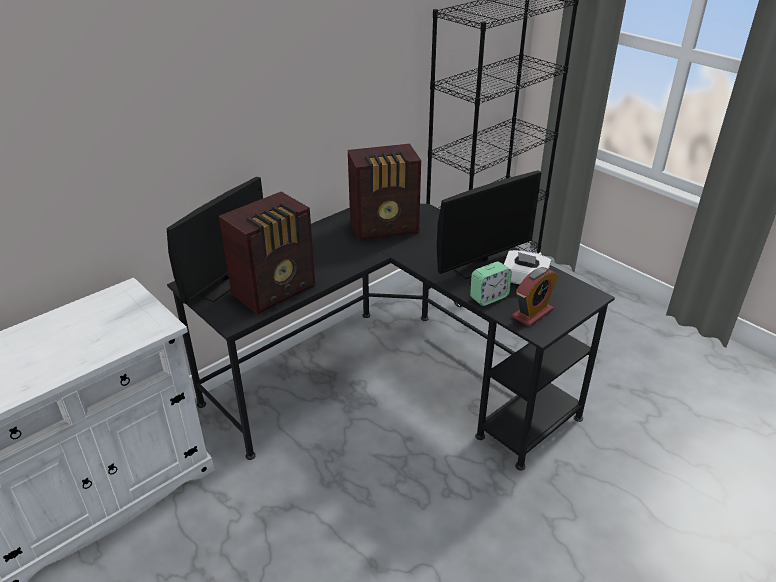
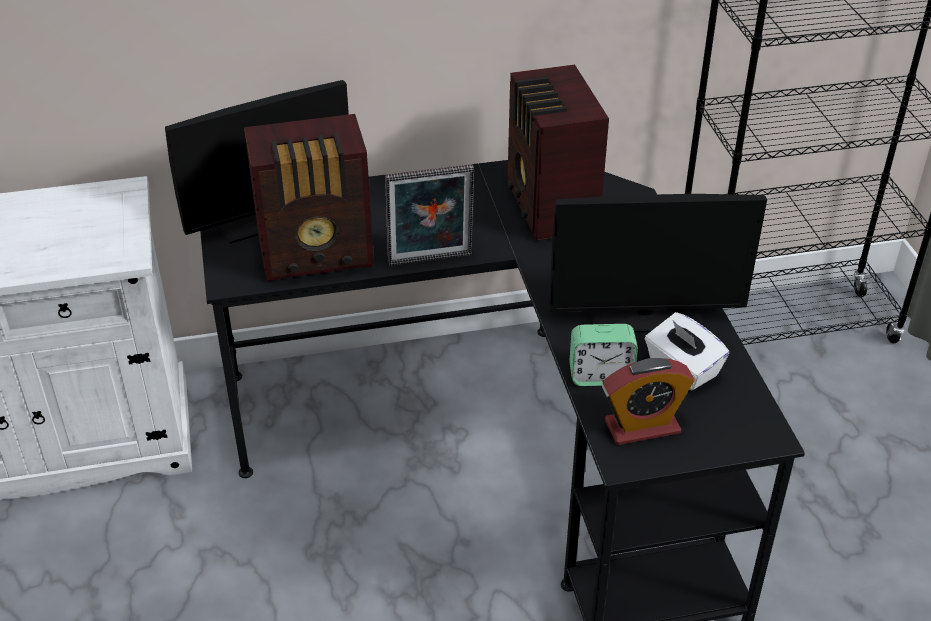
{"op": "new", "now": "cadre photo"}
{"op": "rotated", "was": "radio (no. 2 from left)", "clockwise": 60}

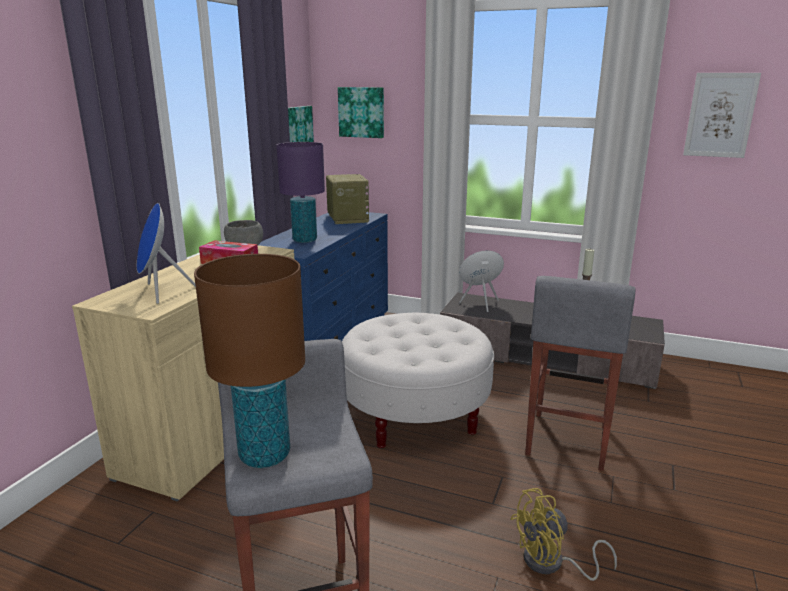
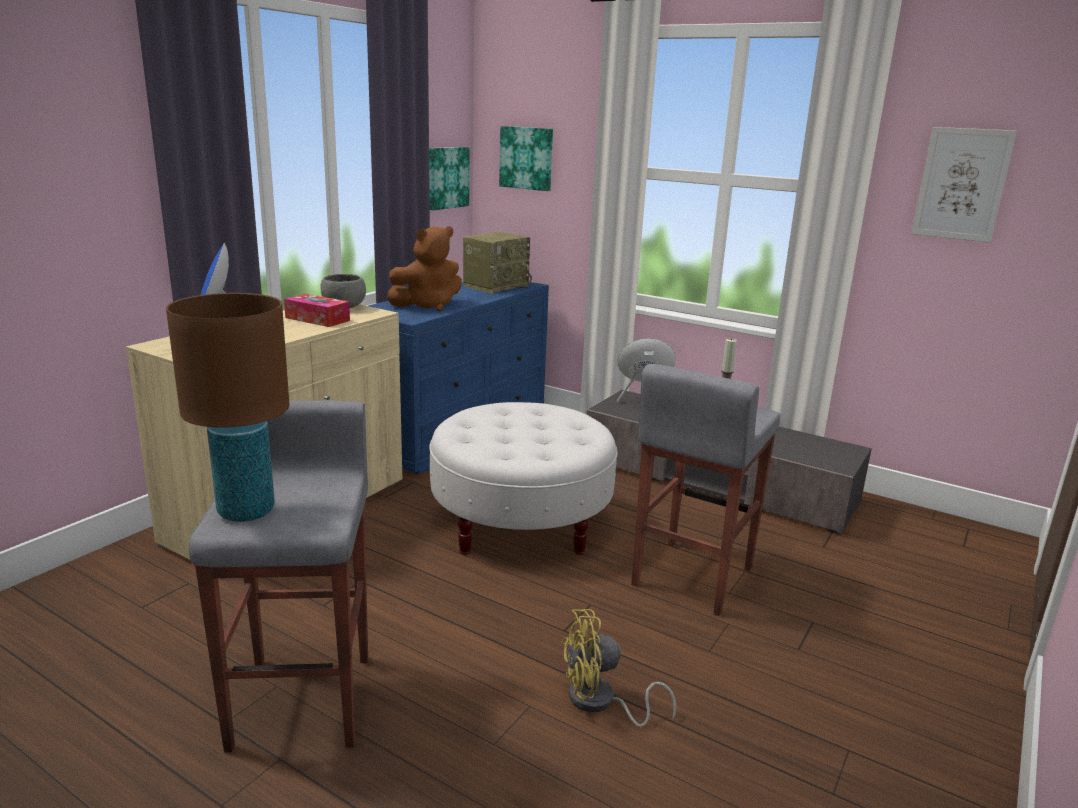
{"op": "swapped", "was": "lampe de table [violet]", "now": "peluche [marron]"}
{"op": "rotated", "was": "radio", "clockwise": 45}

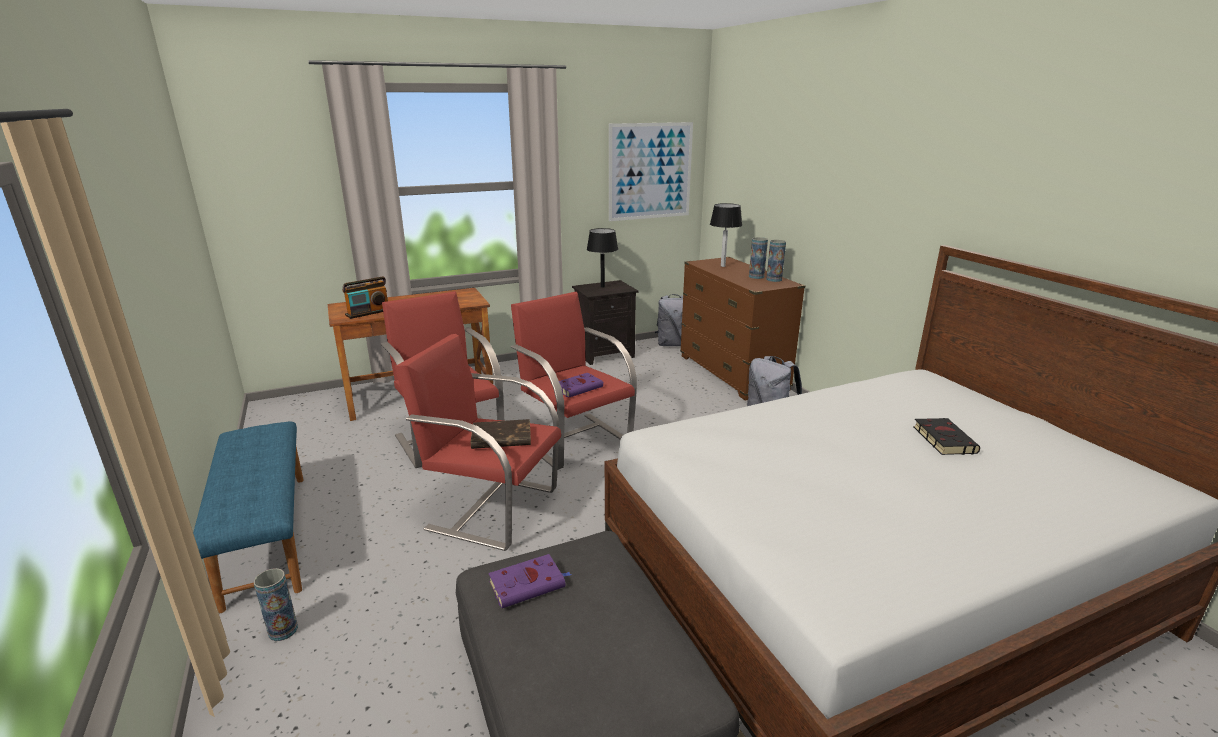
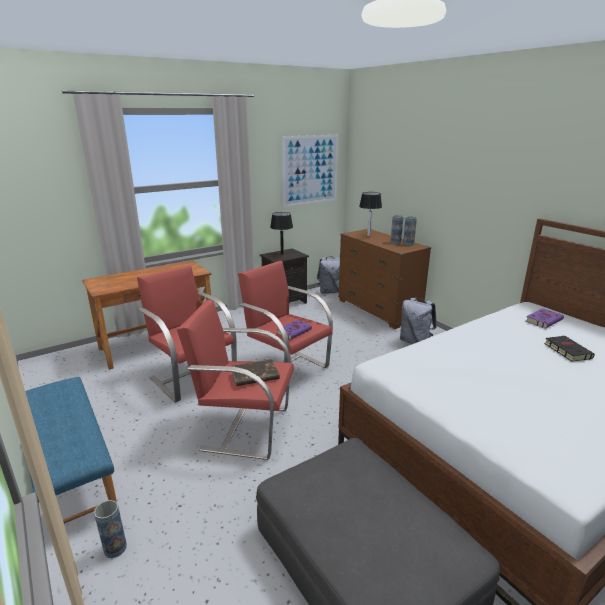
{"op": "shifted", "was": "livre [violet] (no. 1 from left in the first image)", "now": "livre [violet] (no. 2 from left)"}
{"op": "gone", "was": "radio"}

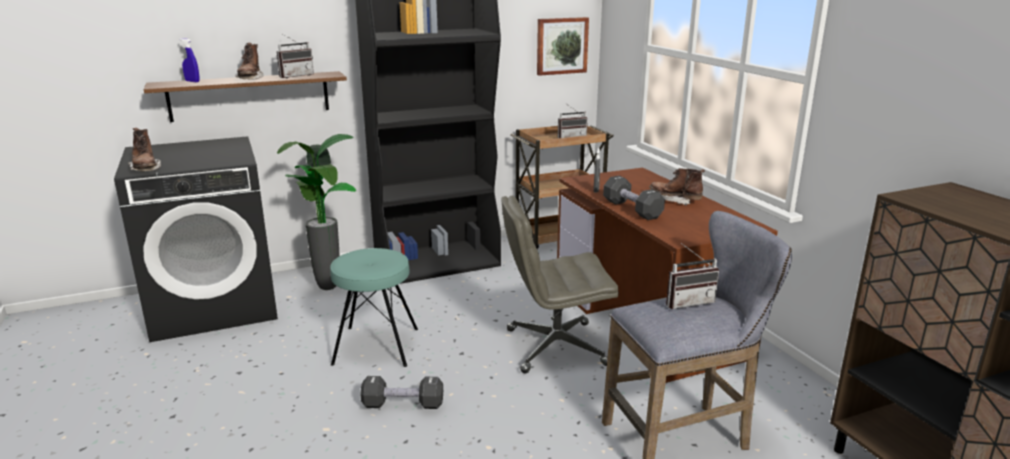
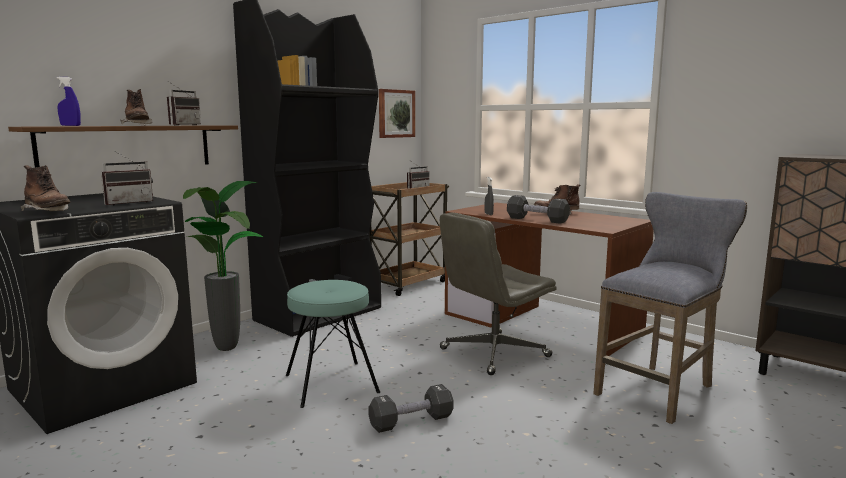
{"op": "shifted", "was": "radio (no. 3 from left in the first image)", "now": "radio (no. 1 from left)"}

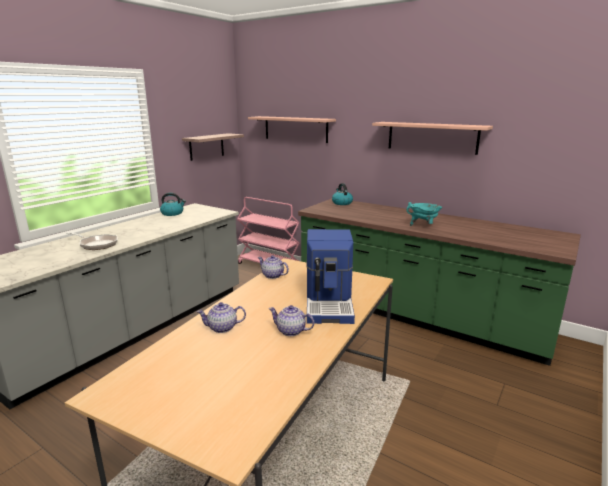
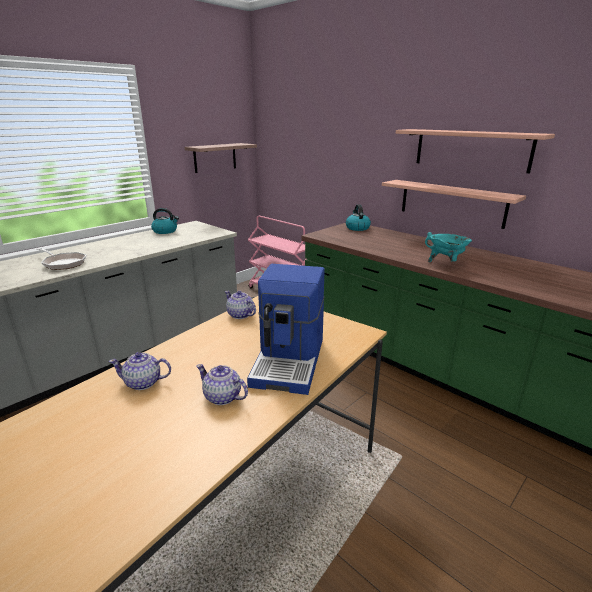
{"op": "shifted", "was": "étagère (no. 2 from left)"}

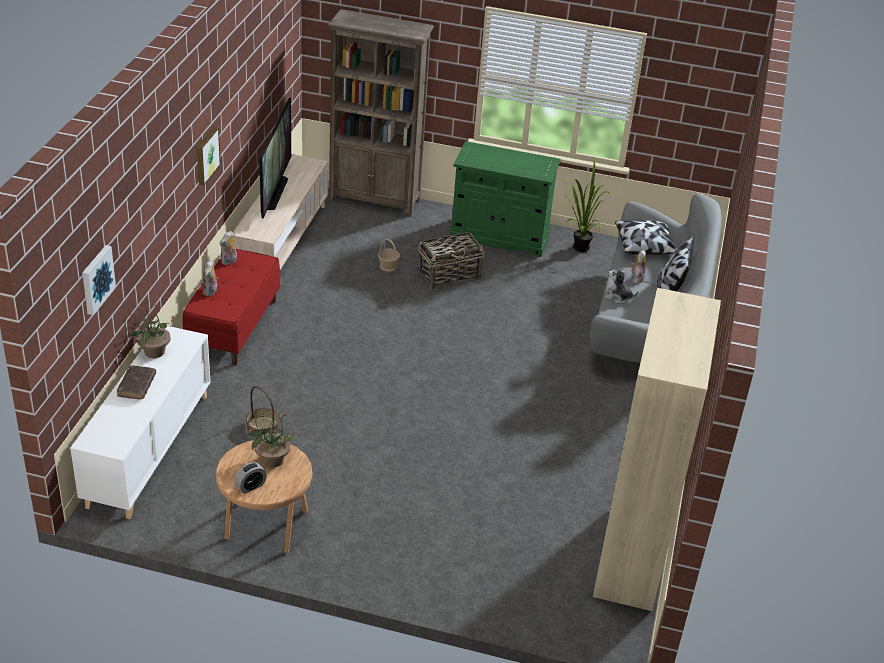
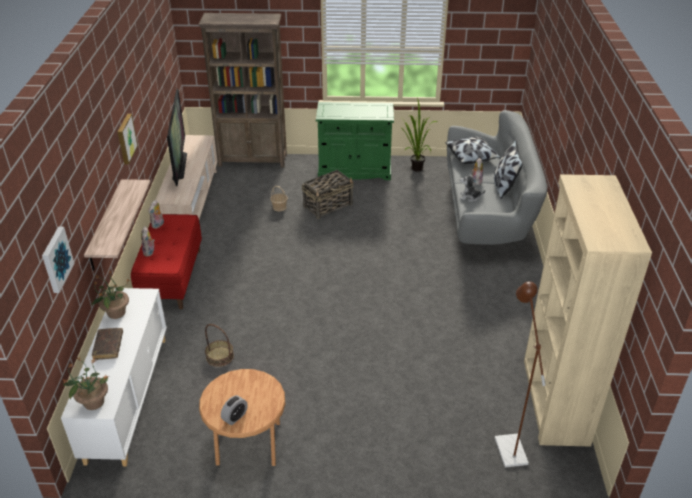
{"op": "shifted", "was": "plante en pot (no. 2 from left in the first image)", "now": "plante en pot (no. 1 from left)"}
{"op": "new", "now": "étagère"}
{"op": "new", "now": "lampadaire [marron]"}

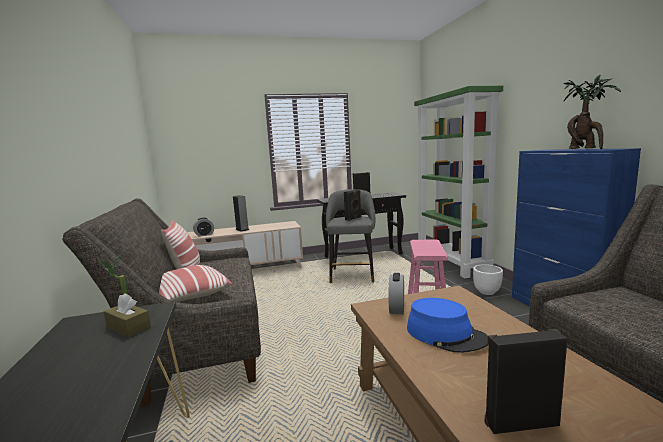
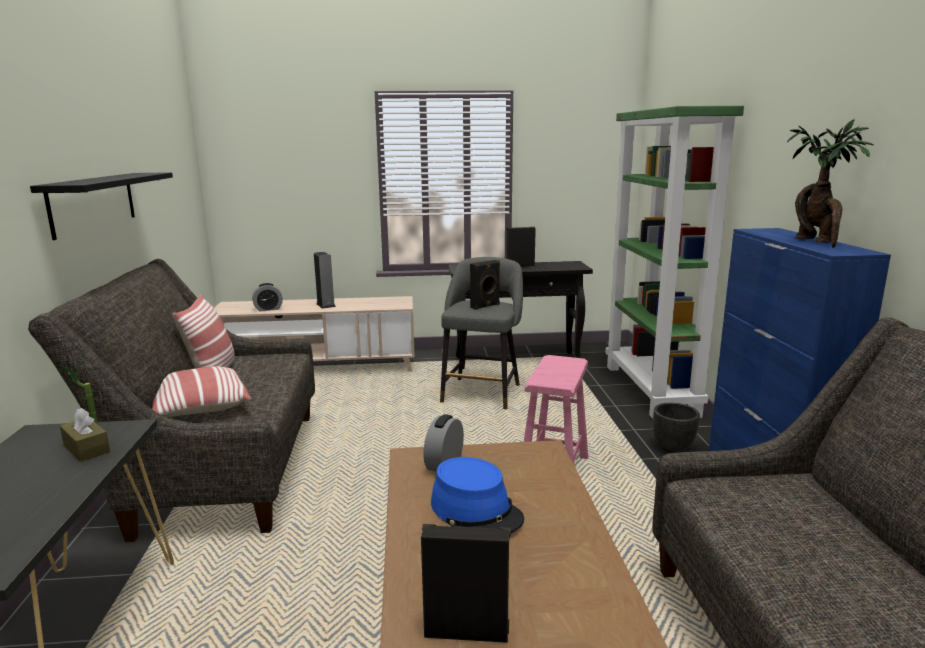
{"op": "new", "now": "étagère [noir]"}
{"op": "repainted", "was": "cache-pot [blanc]", "now": "cache-pot [noir]"}

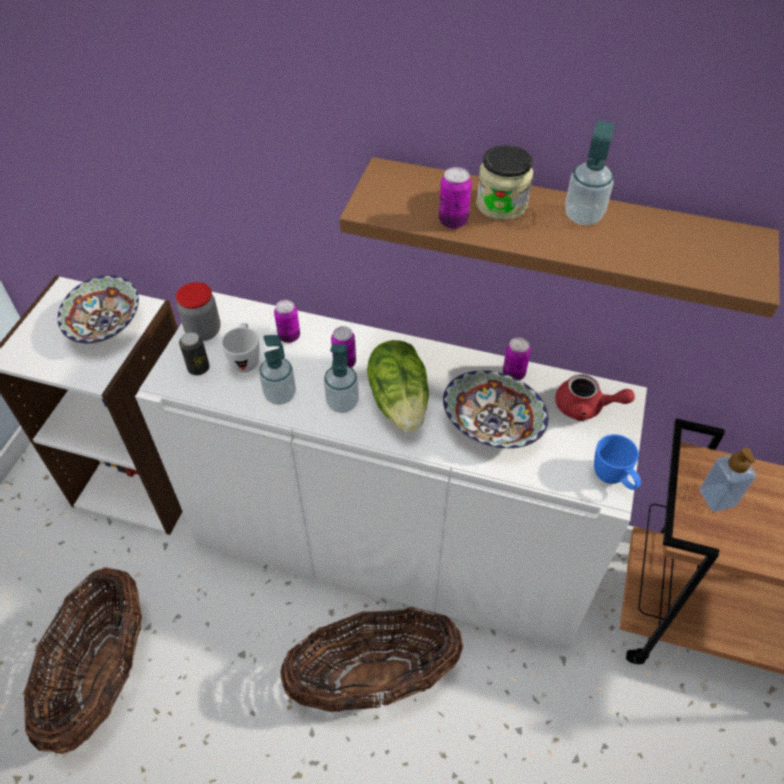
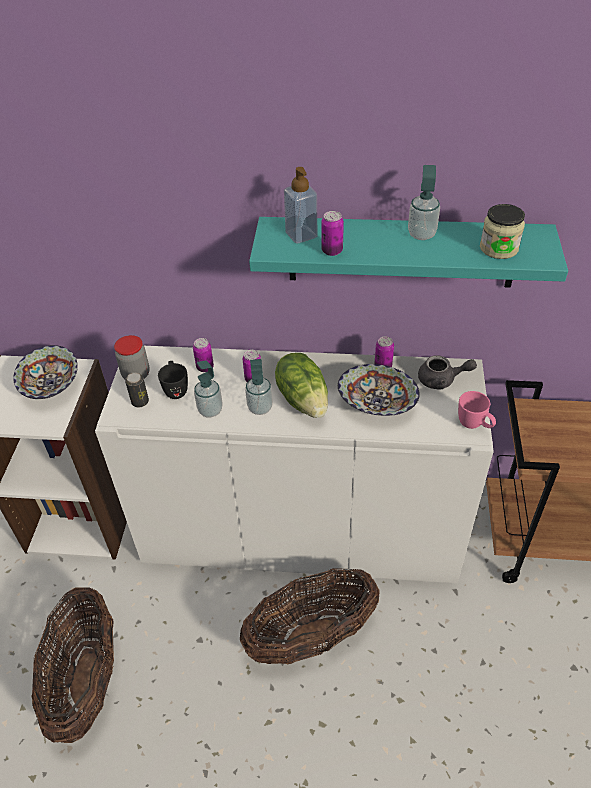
{"op": "repainted", "was": "mug [blanc]", "now": "mug [noir]"}
{"op": "repainted", "was": "étagère [marron]", "now": "étagère [turquoise]"}
{"op": "shifted", "was": "distributeur de savon (no. 4 from left in the first image)", "now": "distributeur de savon (no. 3 from left)"}
{"op": "repainted", "was": "théière [rouge]", "now": "théière [gris]"}
{"op": "repainted", "was": "mug [bleu]", "now": "mug [rose]"}
{"op": "shifted", "was": "bocal (no. 2 from left)"}

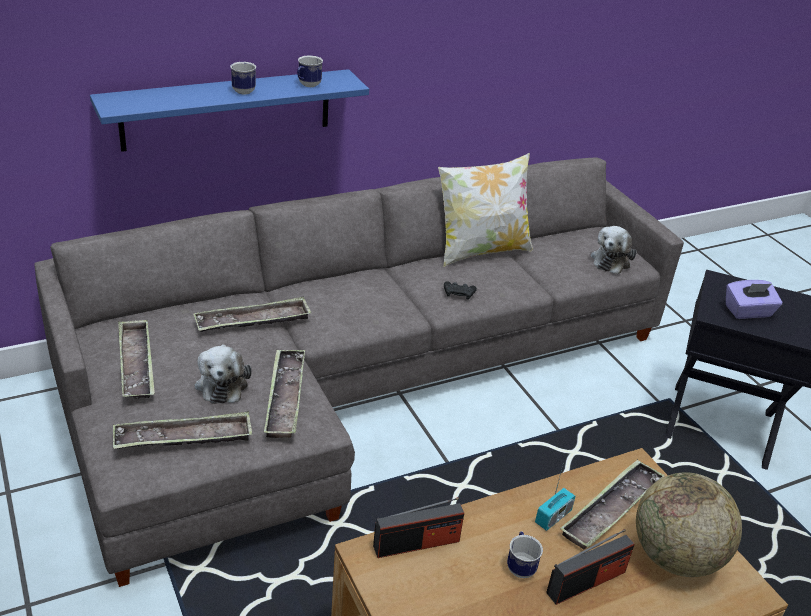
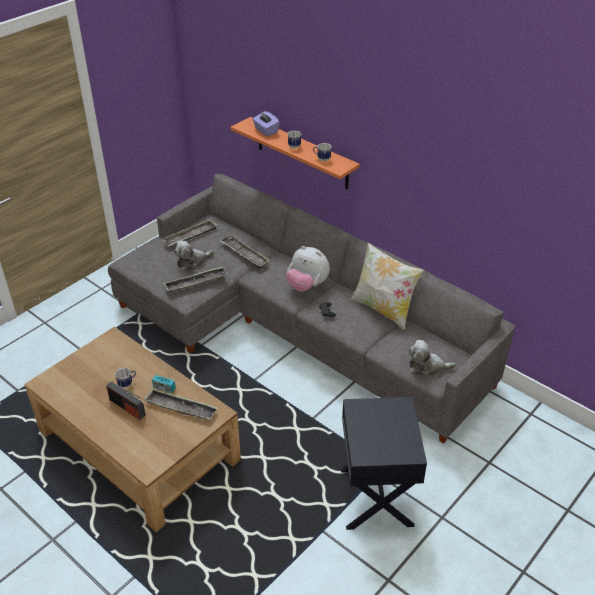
{"op": "repainted", "was": "étagère [bleu]", "now": "étagère [orange]"}
{"op": "shifted", "was": "boîte à mouchoirs [violet]"}
{"op": "new", "now": "peluche (no. 2 from left)"}
{"op": "gone", "was": "plateau (no. 2 from left)"}
{"op": "gone", "was": "radio (no. 1 from left)"}
{"op": "gone", "was": "globe"}

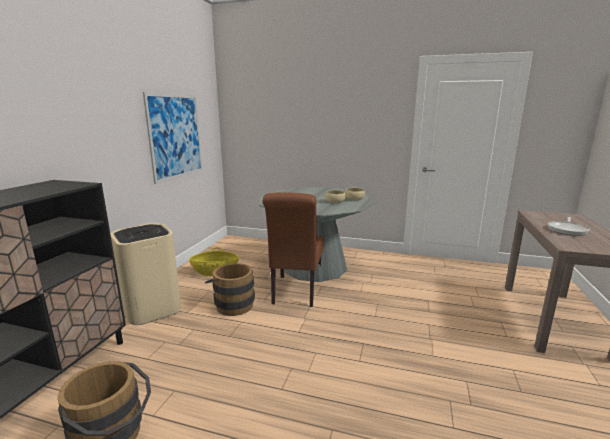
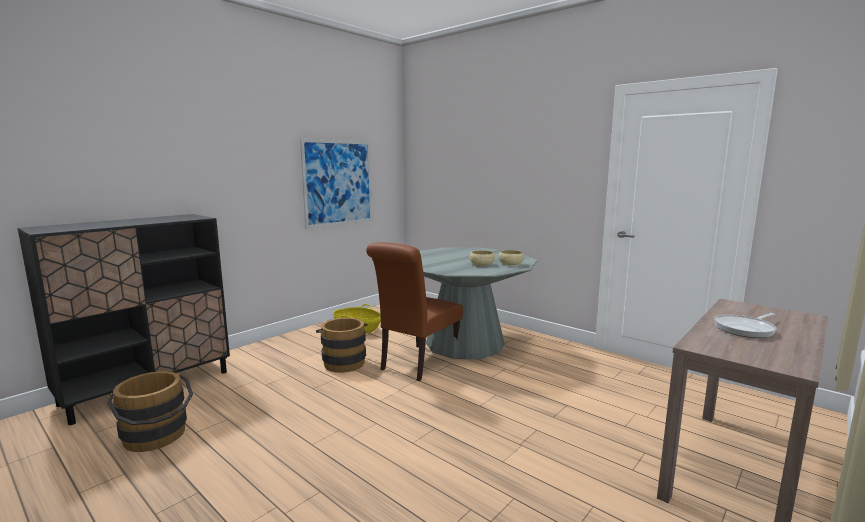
{"op": "gone", "was": "poubelle [beige]"}

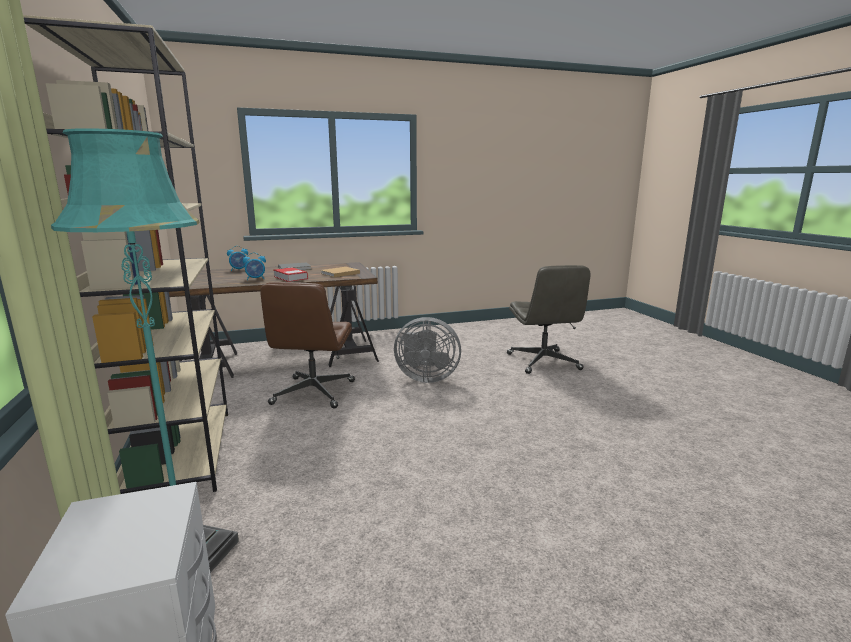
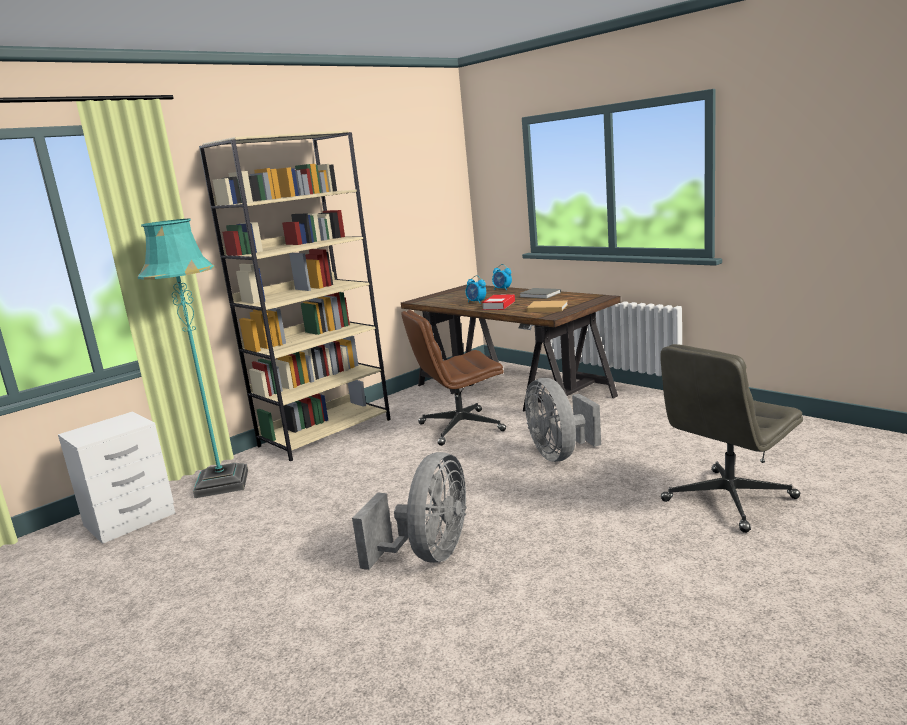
{"op": "new", "now": "ventilateur [gris] (no. 1 from left)"}

